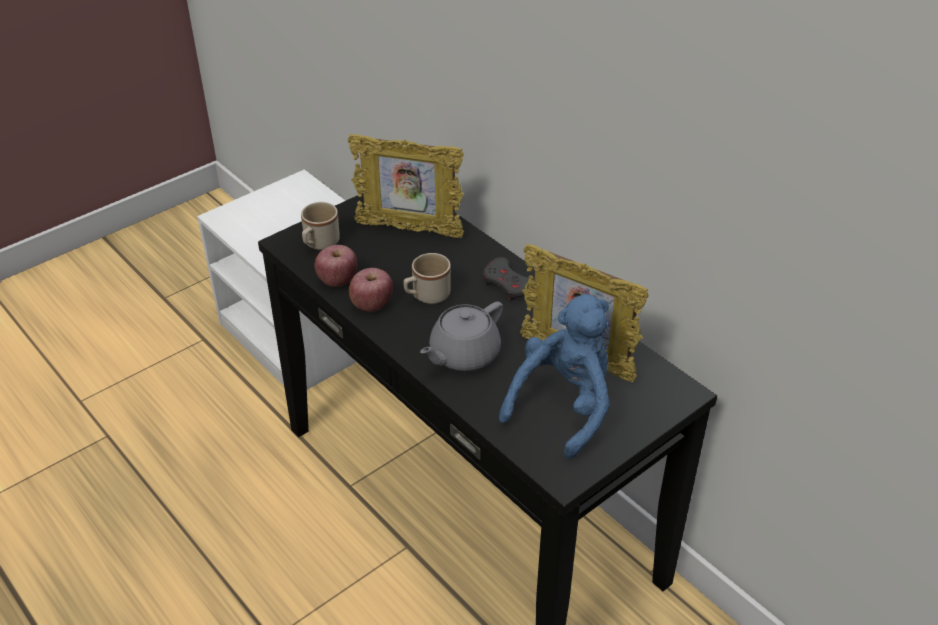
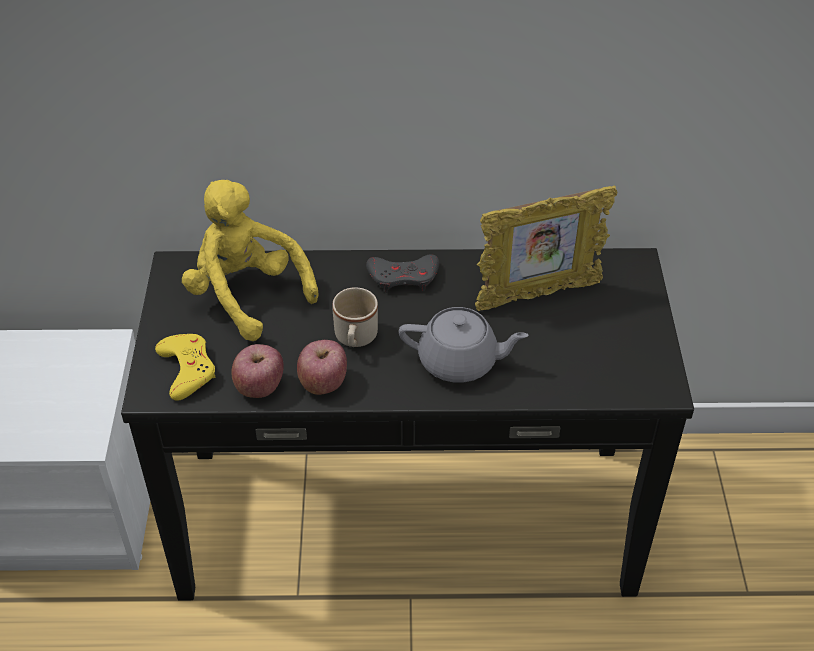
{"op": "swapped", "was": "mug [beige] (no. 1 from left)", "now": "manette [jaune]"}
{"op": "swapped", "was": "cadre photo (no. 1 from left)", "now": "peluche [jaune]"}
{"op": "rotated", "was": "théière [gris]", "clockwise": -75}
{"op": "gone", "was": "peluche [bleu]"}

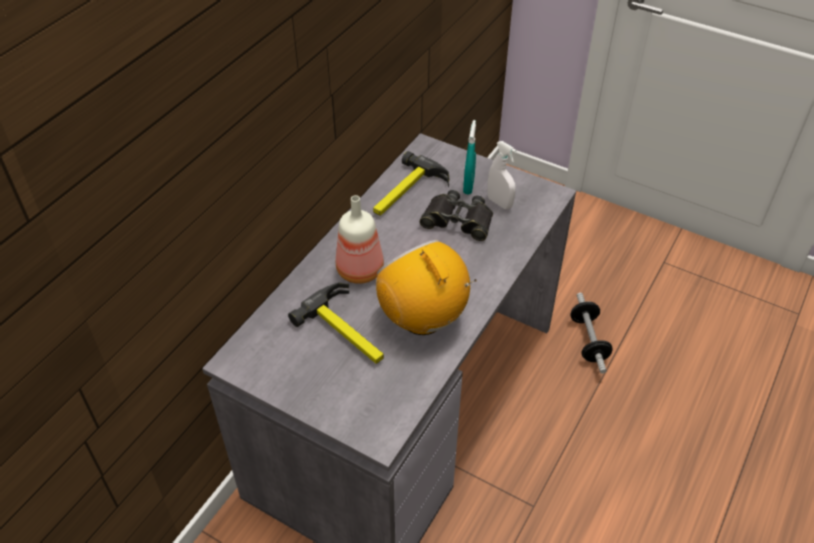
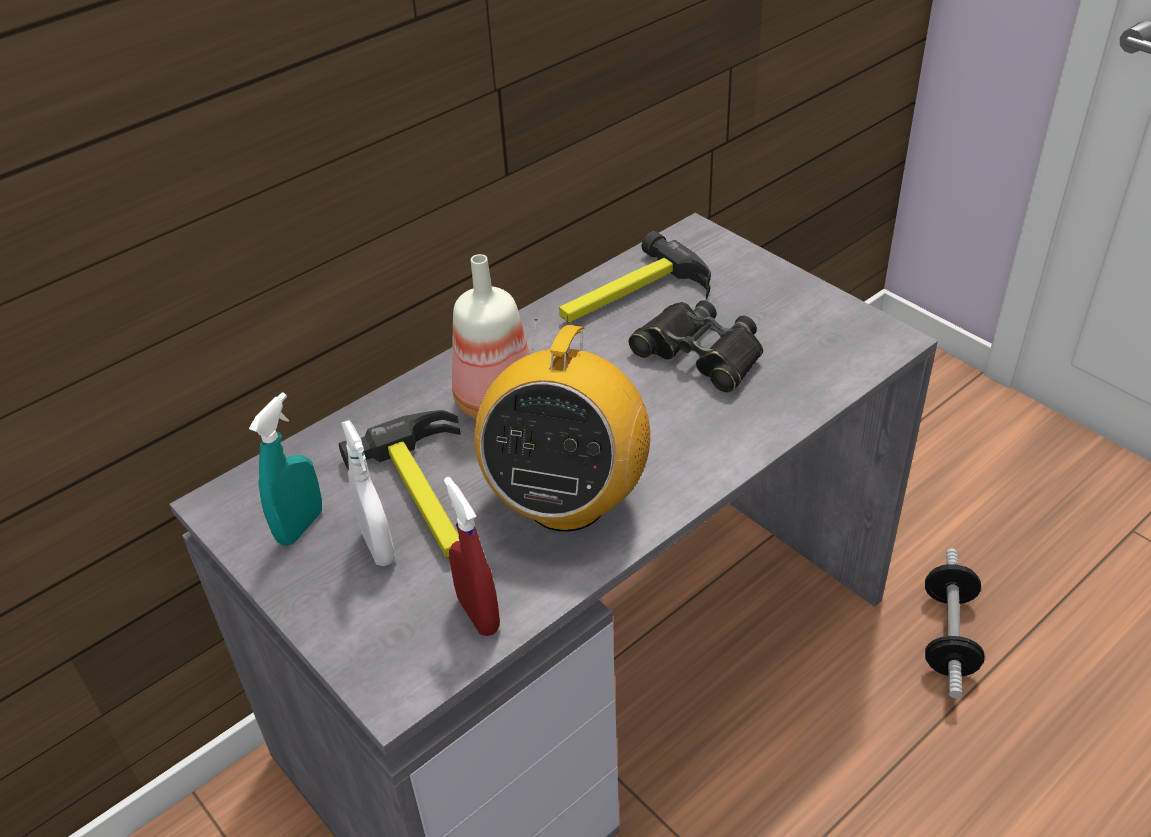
{"op": "shifted", "was": "vaporisateur [turquoise]"}
{"op": "shifted", "was": "vaporisateur [blanc]"}
{"op": "new", "now": "vaporisateur [rouge]"}
{"op": "rotated", "was": "radio", "clockwise": -150}

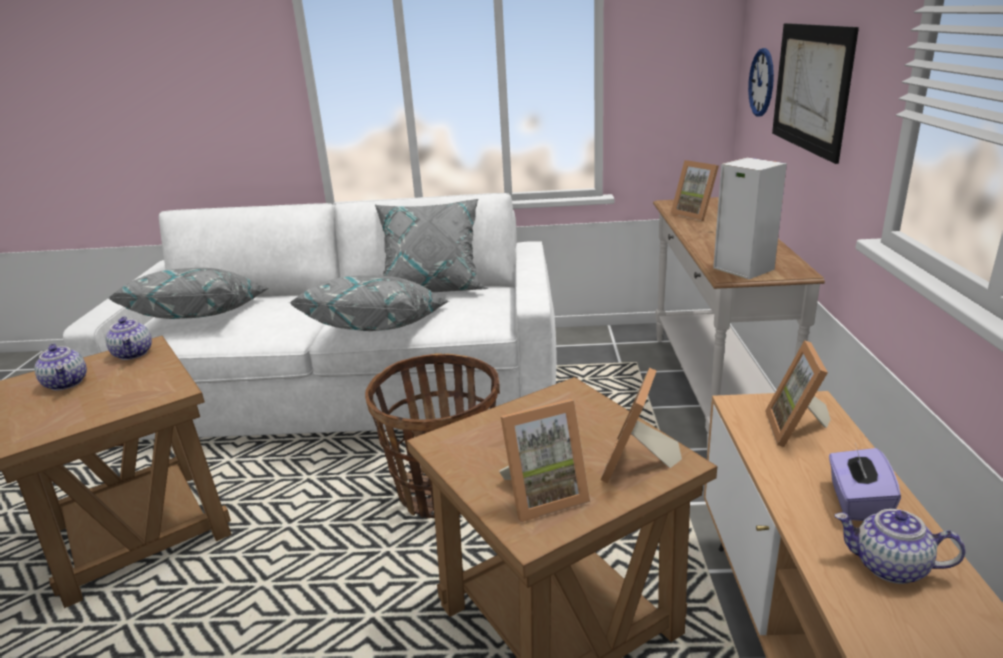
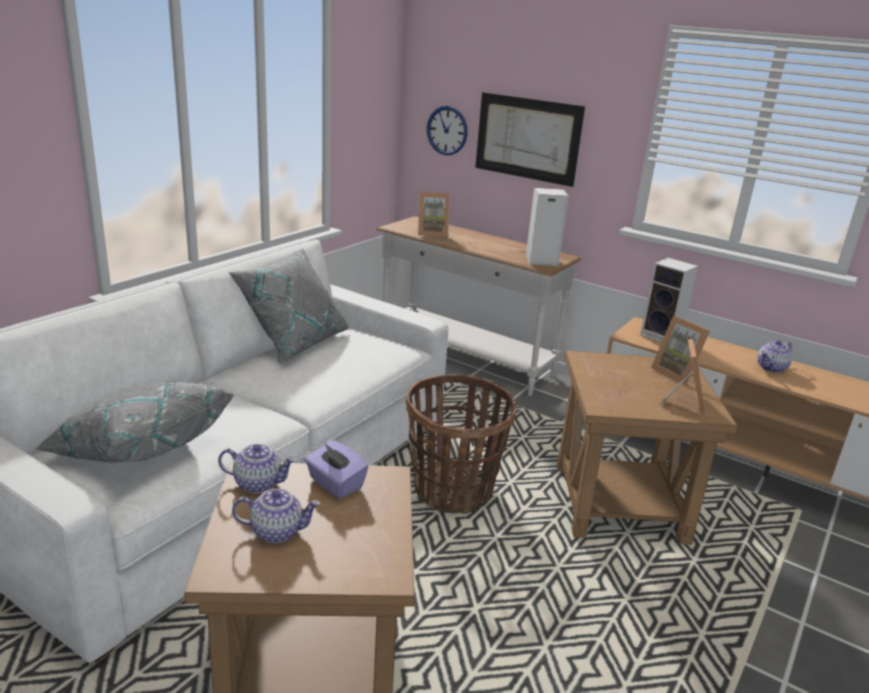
{"op": "shifted", "was": "boîte à mouchoirs [violet]"}
{"op": "swapped", "was": "cadre photo (no. 4 from left)", "now": "enceinte (no. 2 from left)"}
{"op": "gone", "was": "coussin [gris] (no. 2 from left)"}

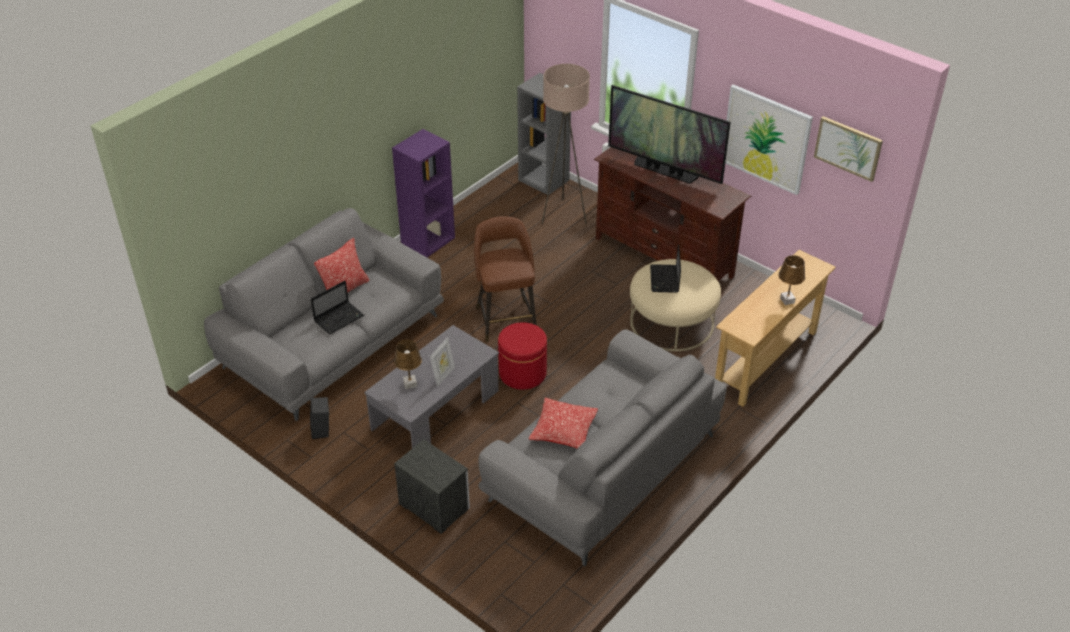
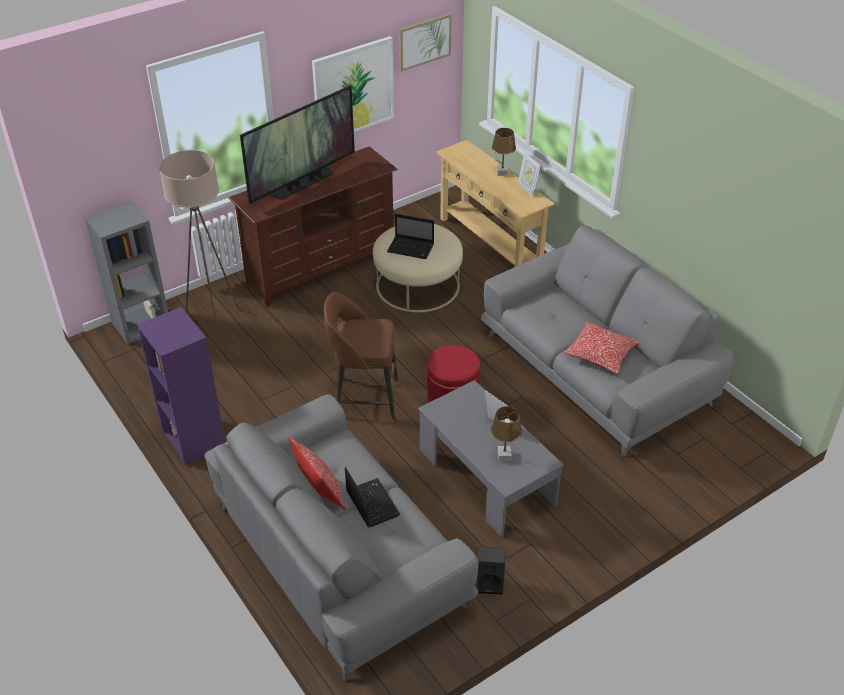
{"op": "new", "now": "cadre photo (no. 2 from left)"}
{"op": "gone", "was": "table de chevet"}

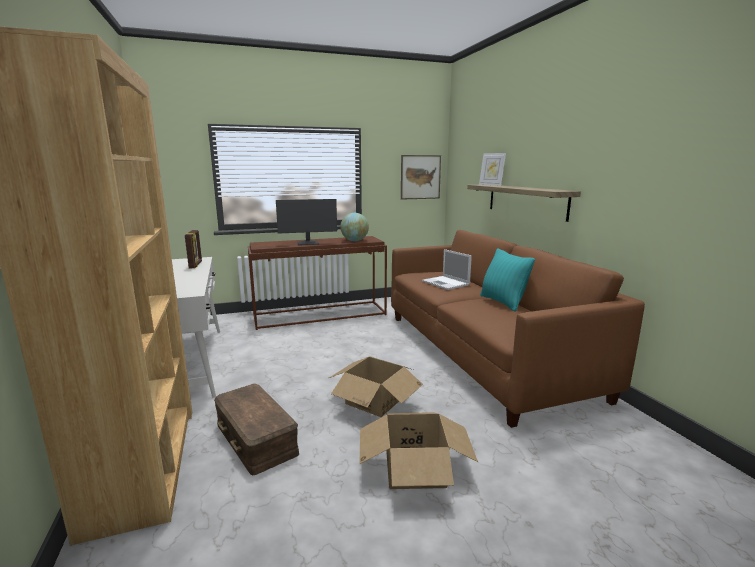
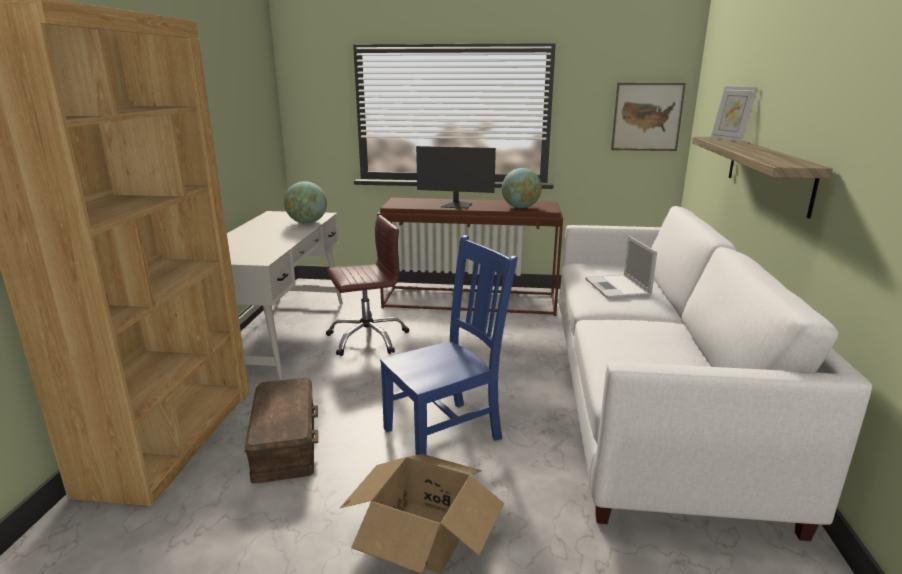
{"op": "swapped", "was": "cadre photo (no. 1 from left)", "now": "globe (no. 1 from left)"}
{"op": "new", "now": "chaise de bureau [marron]"}
{"op": "swapped", "was": "carton (no. 1 from left)", "now": "chaise [bleu]"}
{"op": "repainted", "was": "canapé [marron]", "now": "canapé [blanc]"}
{"op": "gone", "was": "coussin [turquoise]"}

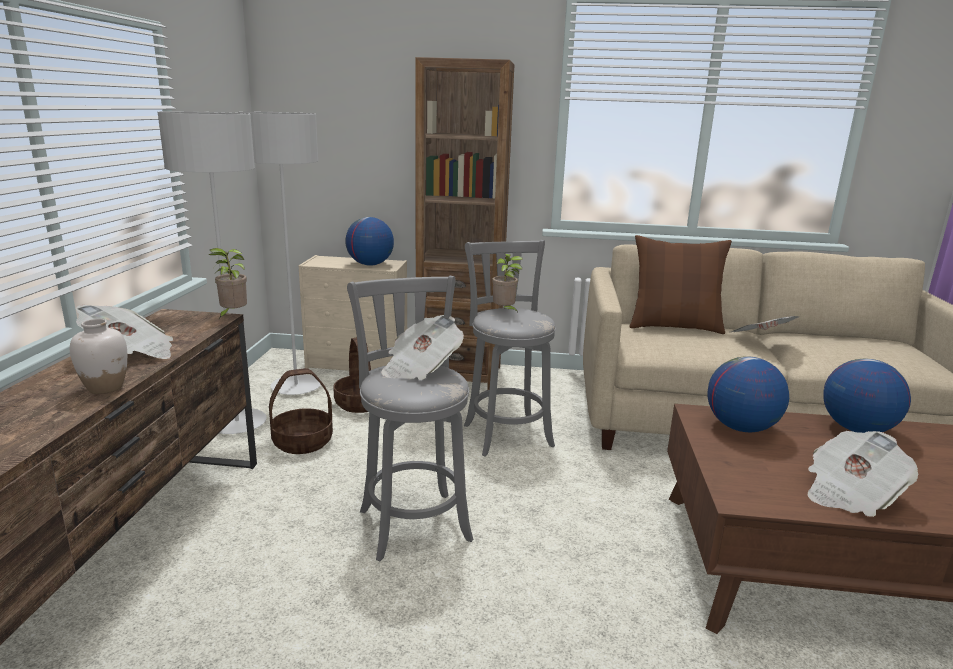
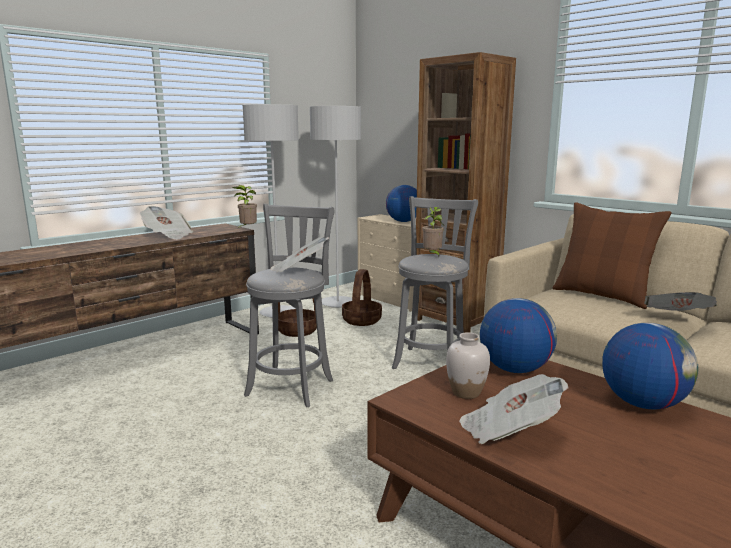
{"op": "shifted", "was": "vase [blanc]"}

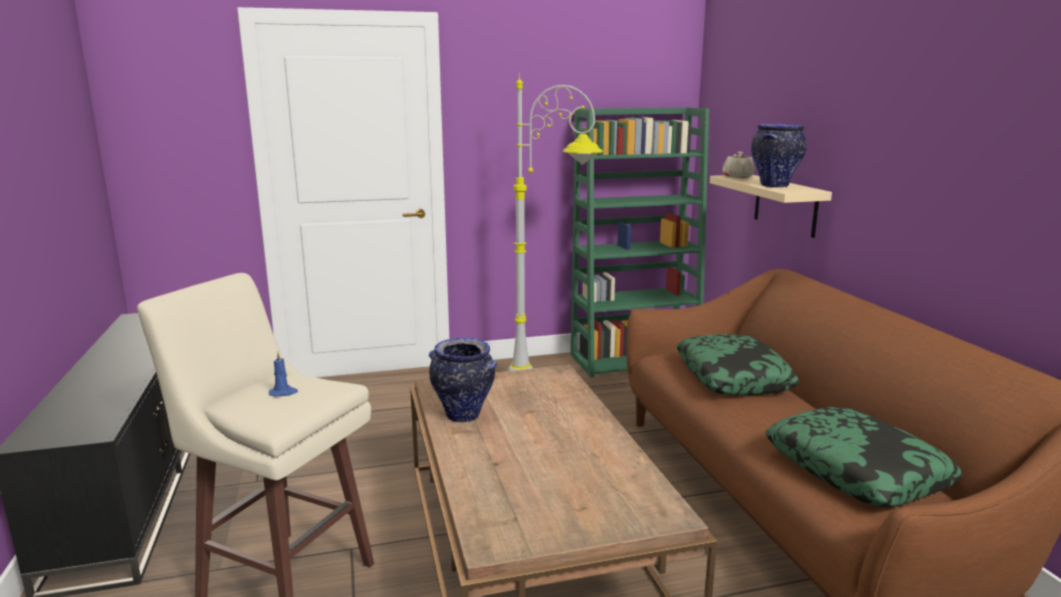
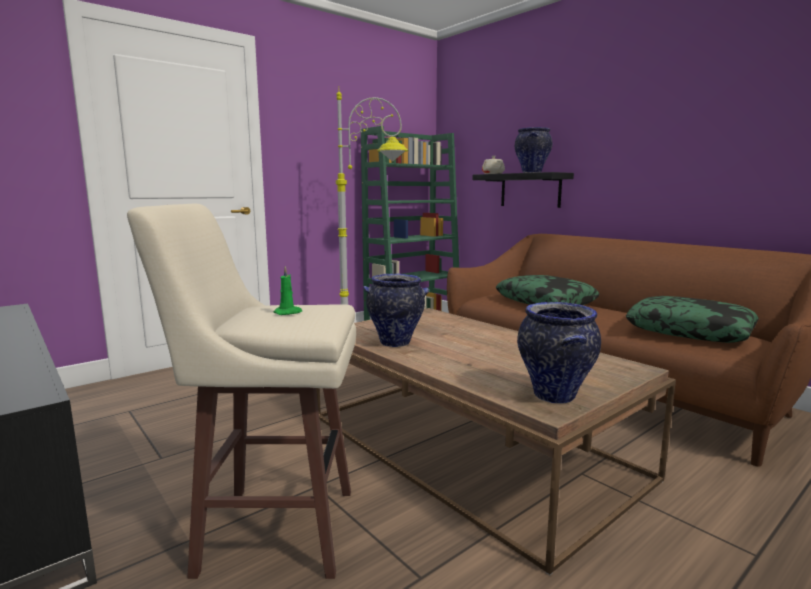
{"op": "repainted", "was": "bougie [bleu]", "now": "bougie [vert]"}
{"op": "repainted", "was": "étagère [beige]", "now": "étagère [noir]"}
{"op": "new", "now": "vase (no. 3 from left)"}

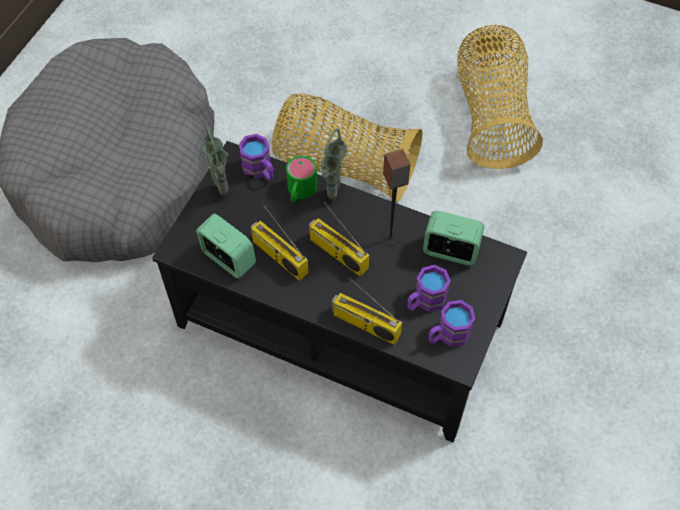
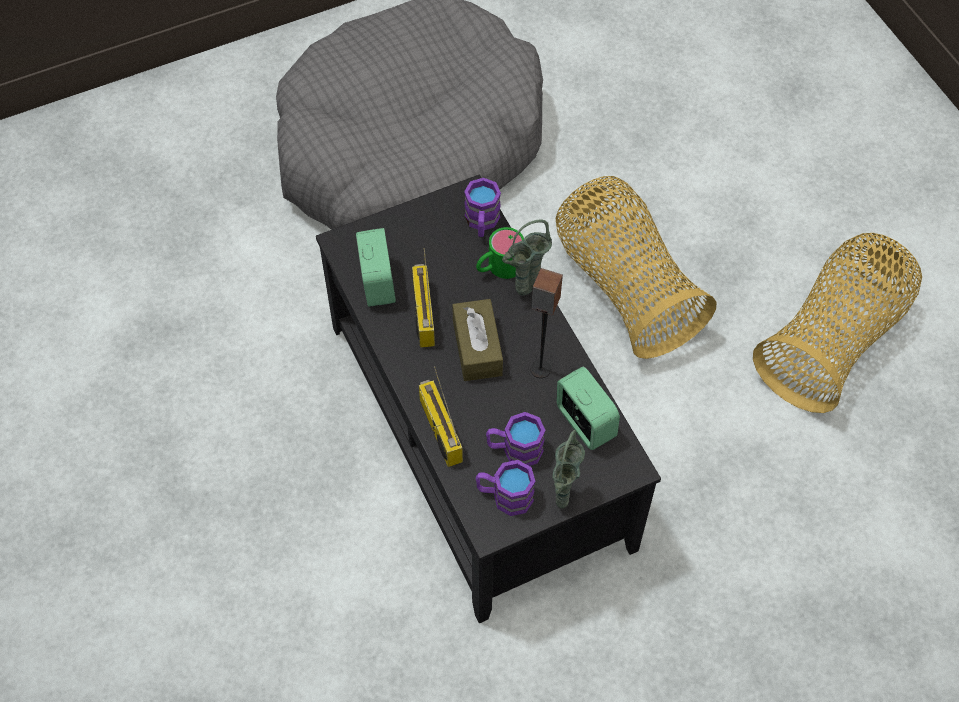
{"op": "swapped", "was": "radio (no. 2 from left)", "now": "boîte à mouchoirs [marron]"}
{"op": "shifted", "was": "vase [vert] (no. 1 from left in the first image)", "now": "vase [vert] (no. 2 from left)"}

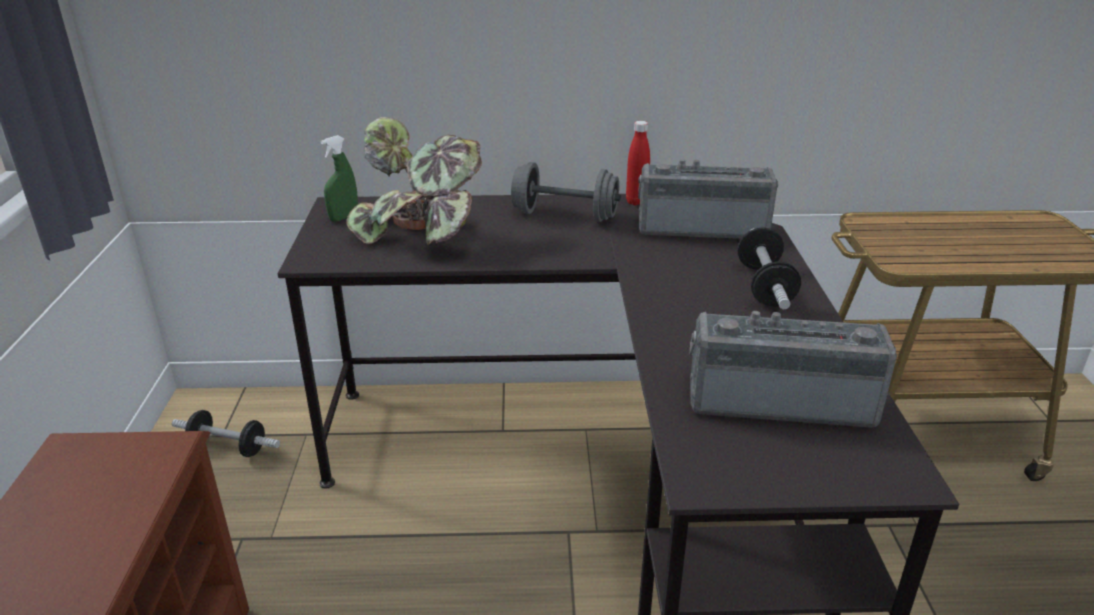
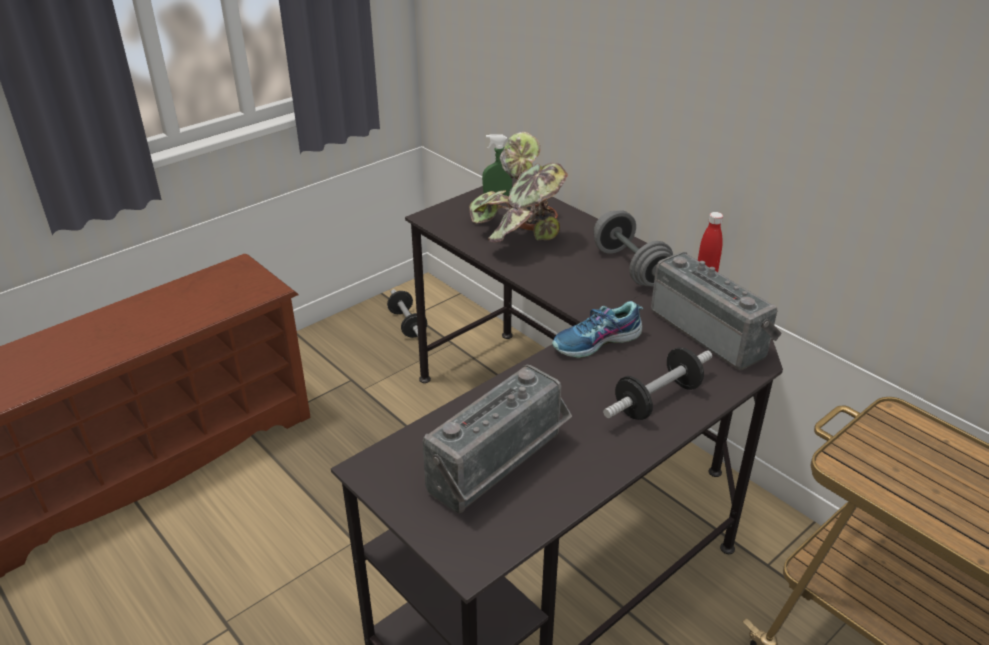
{"op": "rotated", "was": "radio (no. 2 from left in the first image)", "clockwise": 75}
{"op": "new", "now": "chaussure"}

